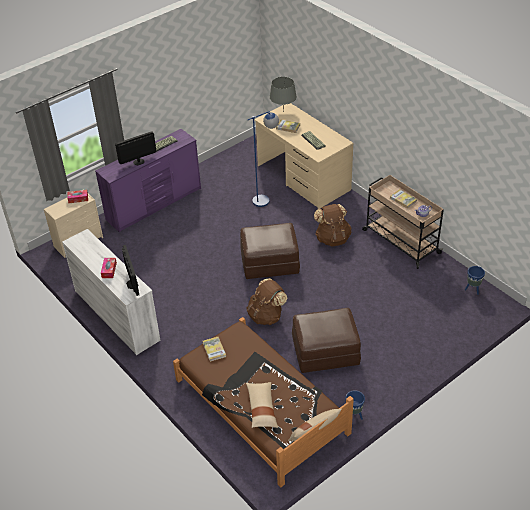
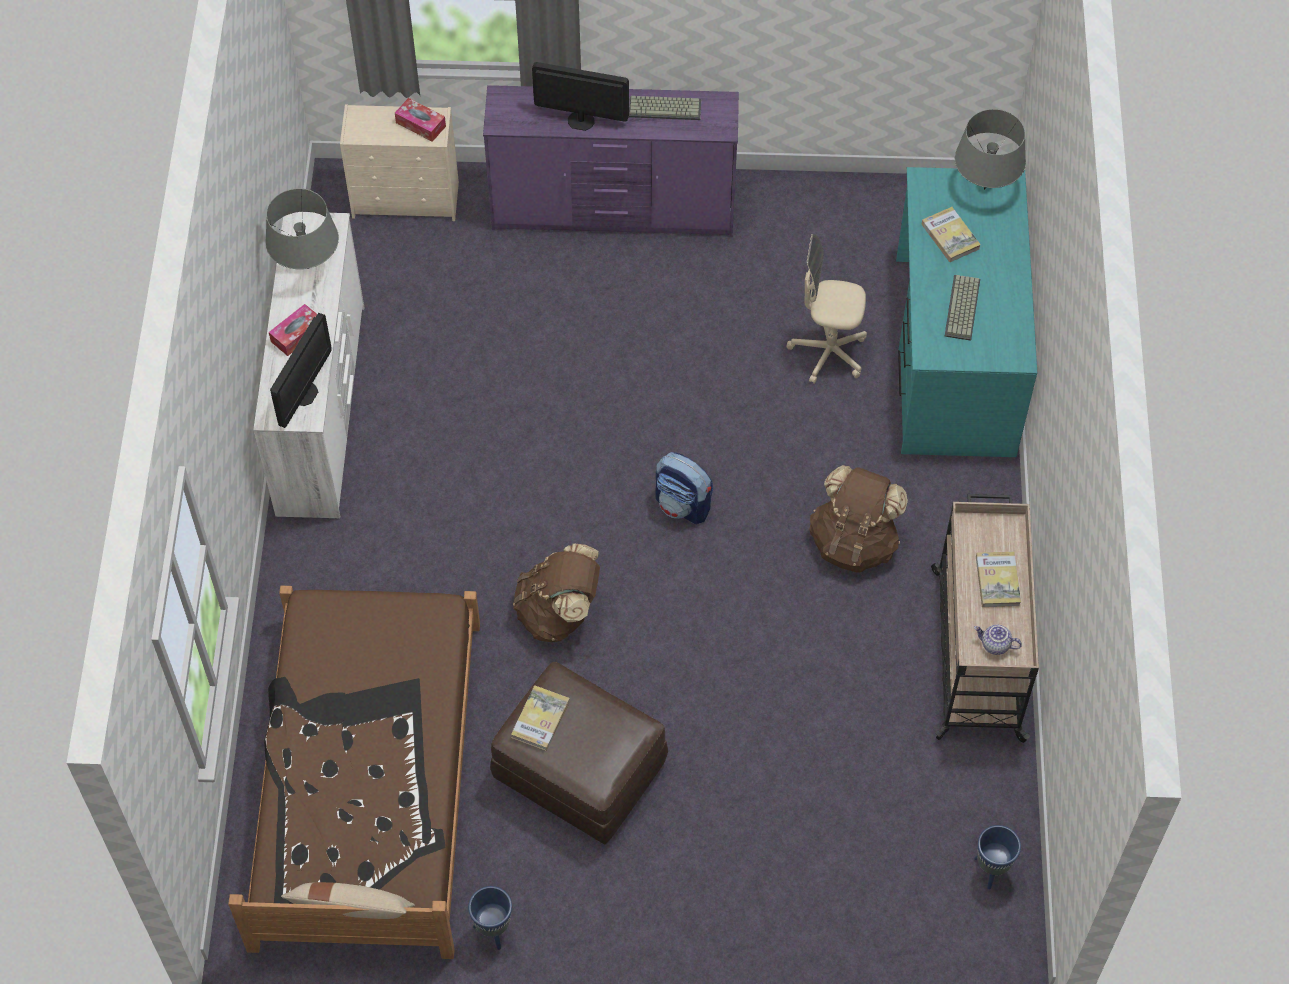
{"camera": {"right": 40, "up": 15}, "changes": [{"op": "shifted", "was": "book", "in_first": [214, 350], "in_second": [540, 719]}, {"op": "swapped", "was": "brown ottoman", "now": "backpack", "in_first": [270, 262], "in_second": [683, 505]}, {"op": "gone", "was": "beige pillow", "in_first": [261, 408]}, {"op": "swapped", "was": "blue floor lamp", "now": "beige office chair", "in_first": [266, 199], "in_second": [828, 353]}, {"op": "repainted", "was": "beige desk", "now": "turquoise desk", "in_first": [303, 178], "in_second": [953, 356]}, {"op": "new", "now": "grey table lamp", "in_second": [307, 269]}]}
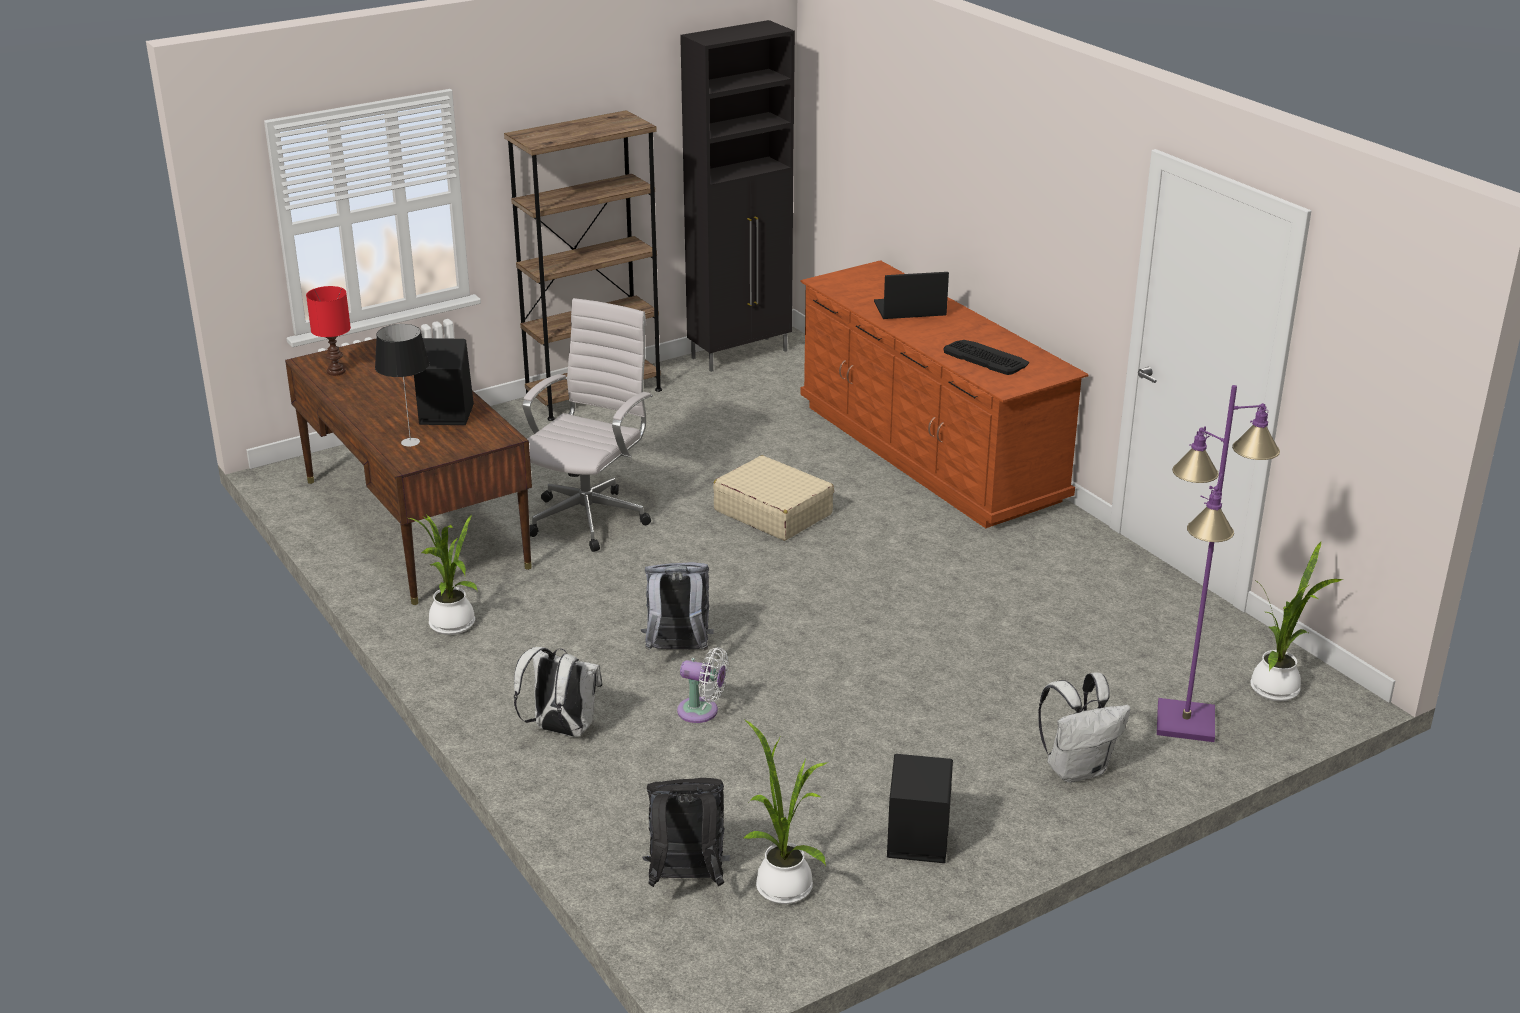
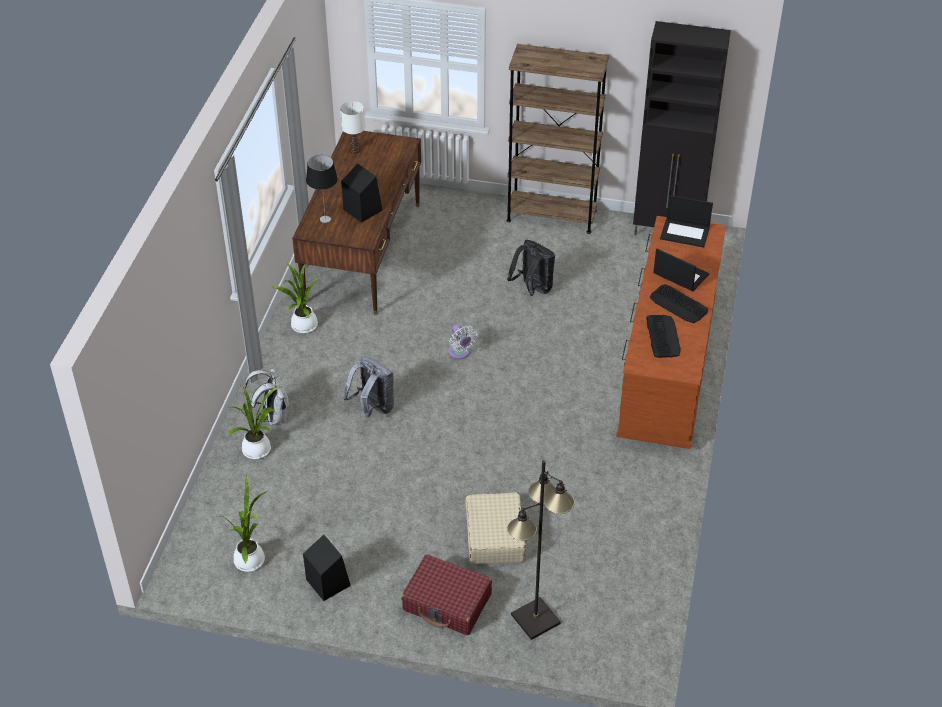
{"camera": {"right": 45, "up": 15}, "changes": [{"op": "repainted", "was": "red table lamp", "now": "white table lamp", "in_first": [336, 372], "in_second": [354, 150]}, {"op": "gone", "was": "white office chair", "in_first": [591, 517]}, {"op": "shifted", "was": "black backpack", "in_first": [686, 880], "in_second": [533, 289]}, {"op": "shifted", "was": "white fan", "in_first": [702, 711], "in_second": [460, 353]}, {"op": "shifted", "was": "beige suitcase", "in_first": [773, 512], "in_second": [495, 536]}, {"op": "swapped", "was": "white backpack", "now": "red suitcase", "in_first": [1077, 769], "in_second": [447, 602]}, {"op": "repainted", "was": "purple floor lamp", "now": "black floor lamp", "in_first": [1186, 722], "in_second": [535, 620]}, {"op": "shifted", "was": "potted plant", "in_first": [1277, 687], "in_second": [259, 450]}, {"op": "new", "now": "keyboard", "in_second": [678, 304]}, {"op": "new", "now": "laptop", "in_second": [685, 233]}]}
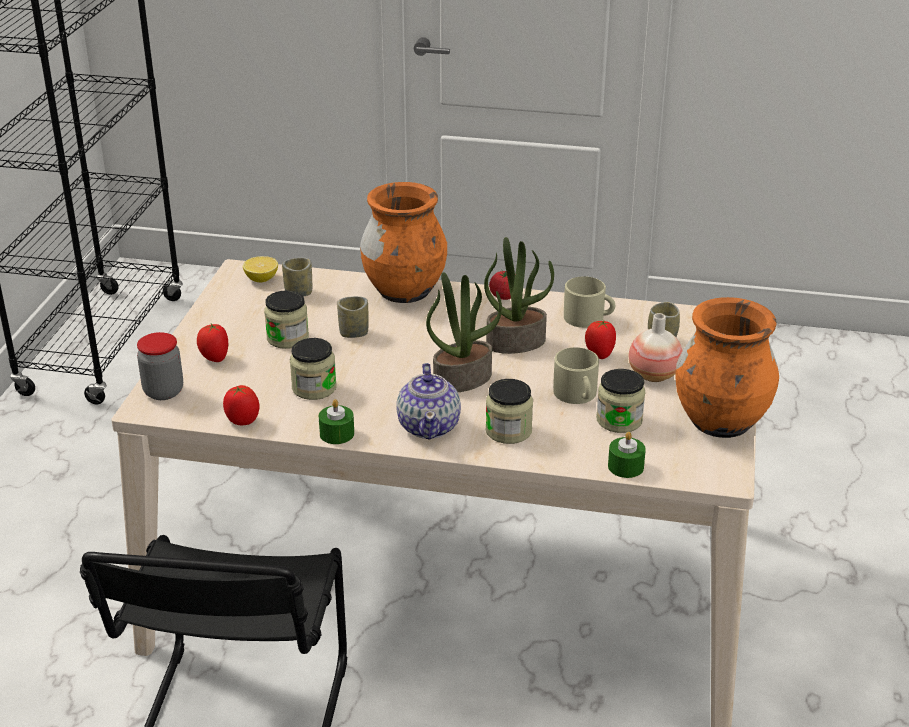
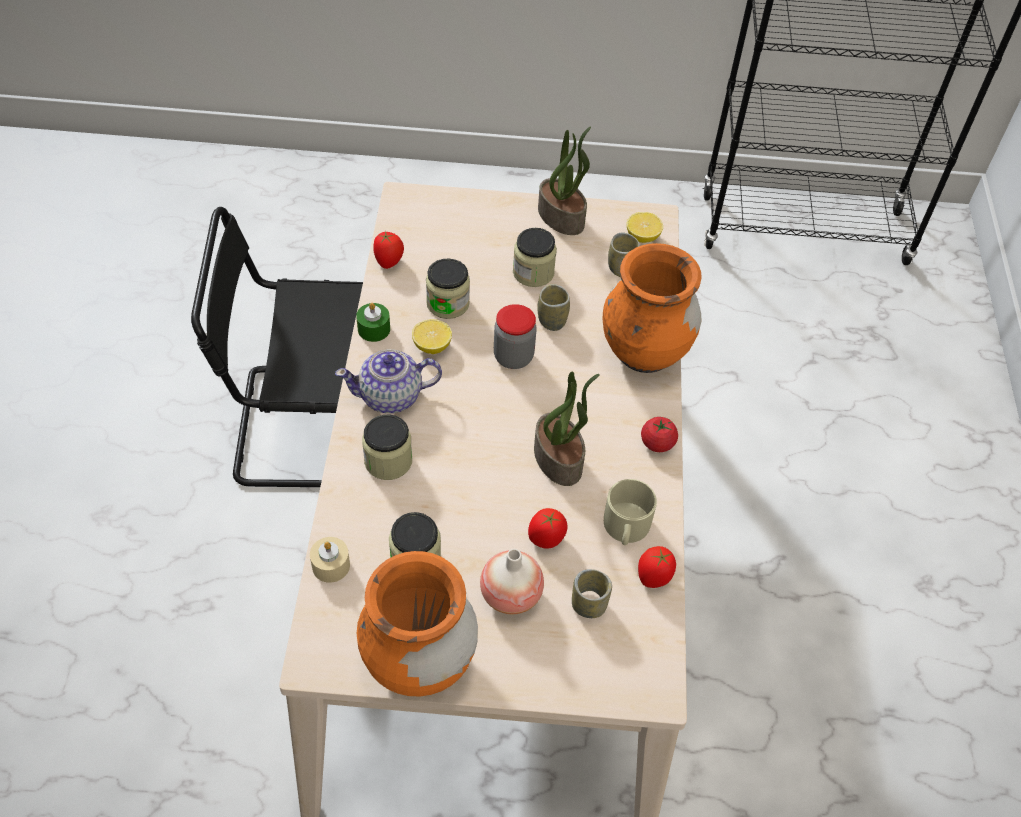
{"camera": {"right": 80, "up": 20}, "changes": [{"op": "shifted", "was": "jar", "in_first": [163, 391], "in_second": [513, 357]}, {"op": "shifted", "was": "tomato", "in_first": [214, 358], "in_second": [654, 577]}, {"op": "shifted", "was": "potted plant", "in_first": [462, 379], "in_second": [562, 217]}, {"op": "gone", "was": "beige mug", "in_first": [577, 395]}, {"op": "repainted", "was": "green candle", "now": "beige candle", "in_first": [625, 466], "in_second": [331, 565]}, {"op": "new", "now": "lemon", "in_second": [432, 346]}]}
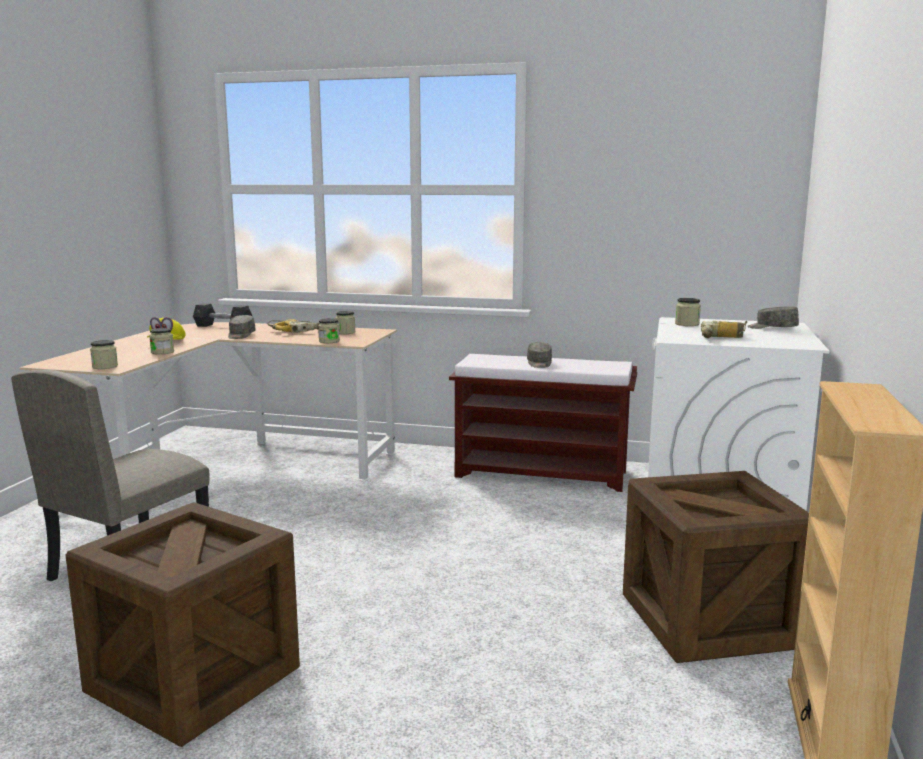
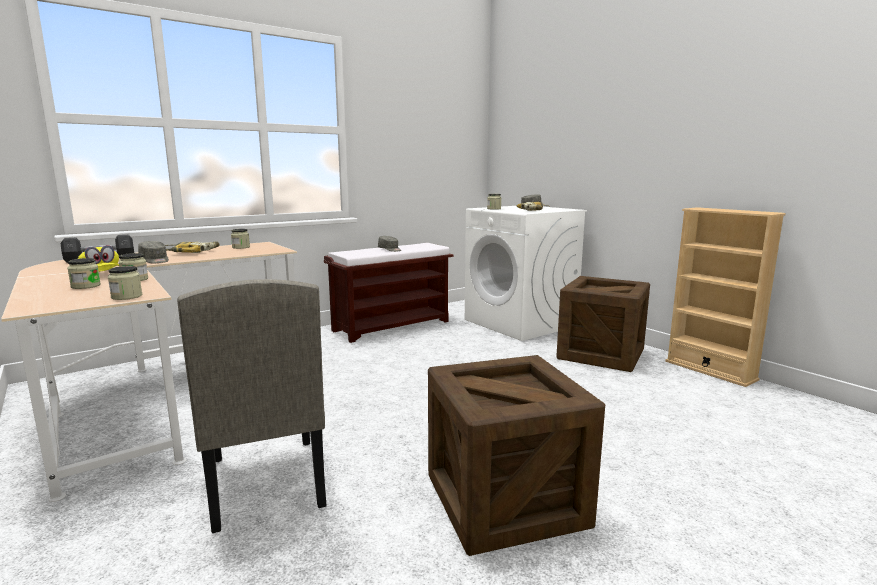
{"camera": {"right": -50, "up": 0}, "changes": [{"op": "shifted", "was": "jar", "in_first": [329, 341], "in_second": [86, 286]}]}
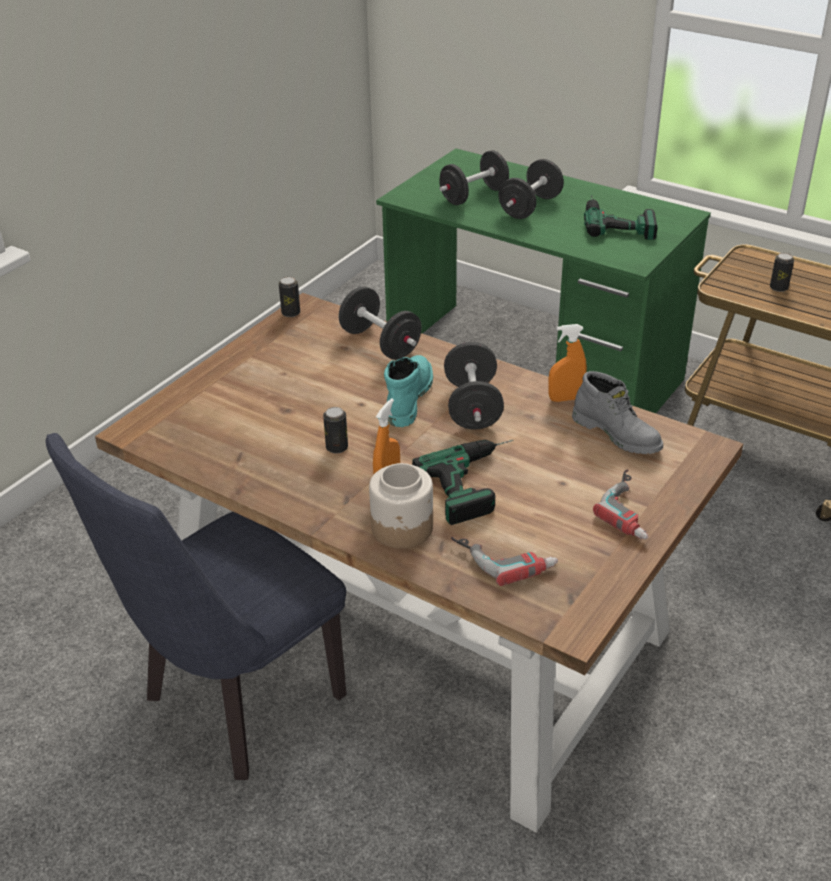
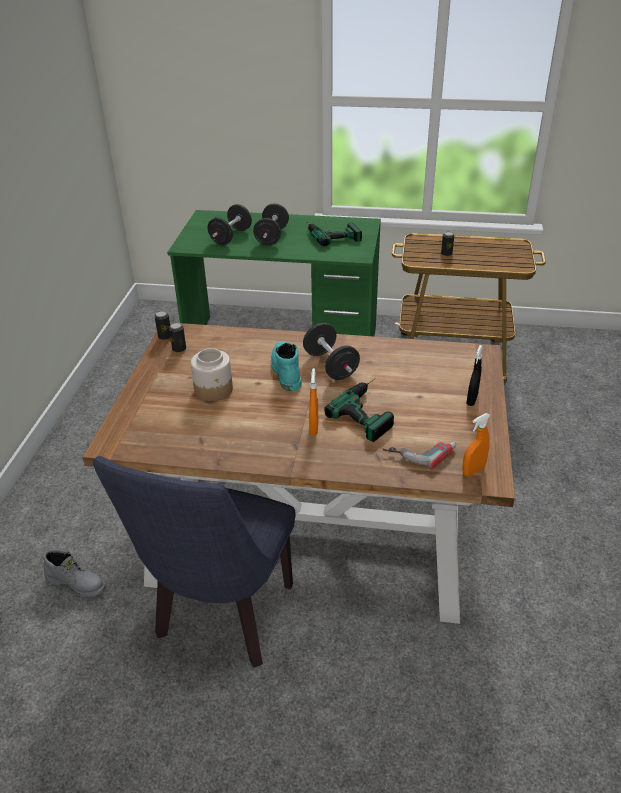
{"camera": {"right": -25, "up": 0}, "changes": [{"op": "shifted", "was": "can", "in_first": [337, 447], "in_second": [179, 349]}, {"op": "gone", "was": "black dumbbell", "in_first": [380, 343]}, {"op": "shifted", "was": "jar", "in_first": [402, 528], "in_second": [214, 390]}, {"op": "shifted", "was": "orange spray bottle", "in_first": [565, 398], "in_second": [473, 470]}, {"op": "shifted", "was": "grey boot", "in_first": [617, 434], "in_second": [77, 583]}, {"op": "swapped", "was": "power drill", "now": "black spray bottle", "in_first": [634, 510], "in_second": [472, 400]}]}
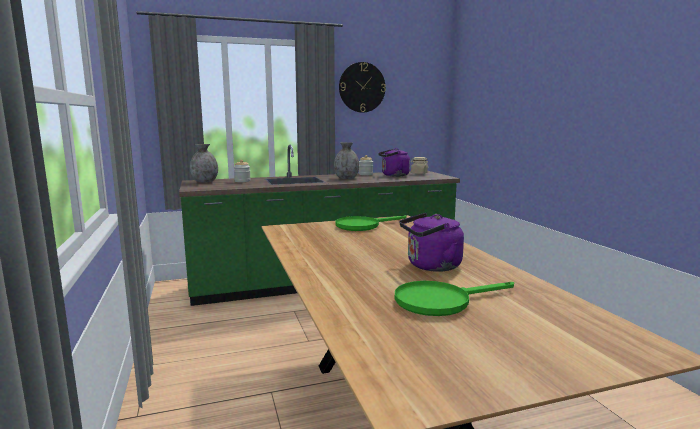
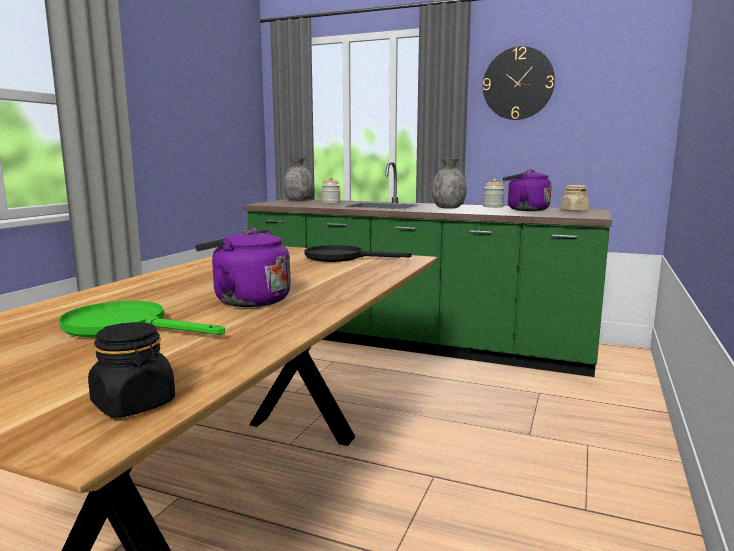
{"camera": {"right": 40, "up": 0}, "changes": [{"op": "repainted", "was": "green frying pan", "now": "black frying pan", "in_first": [363, 225], "in_second": [342, 257]}, {"op": "new", "now": "black jar", "in_second": [134, 404]}]}
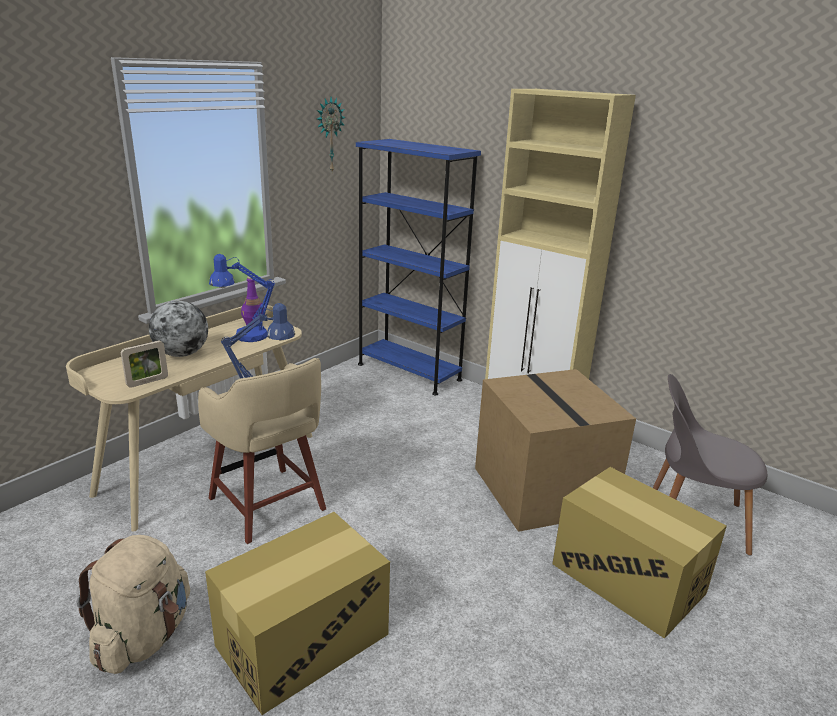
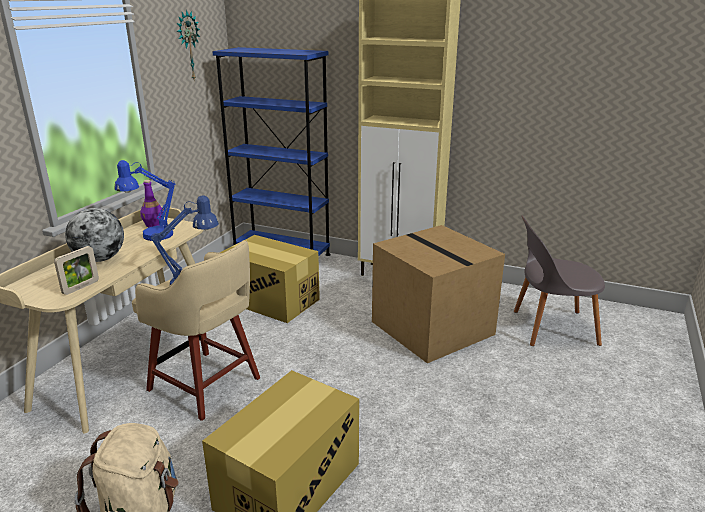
{"camera": {"right": -15, "up": 0}, "changes": [{"op": "shifted", "was": "cardboard box", "in_first": [627, 578], "in_second": [271, 300]}]}
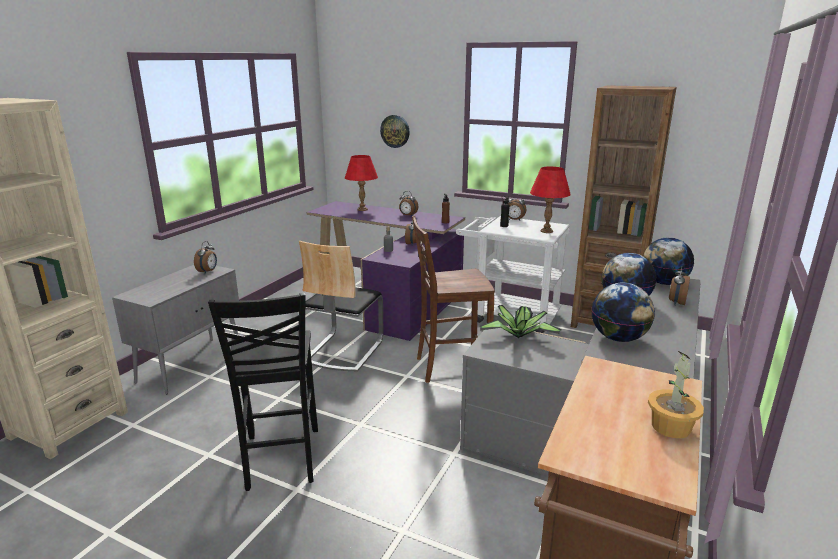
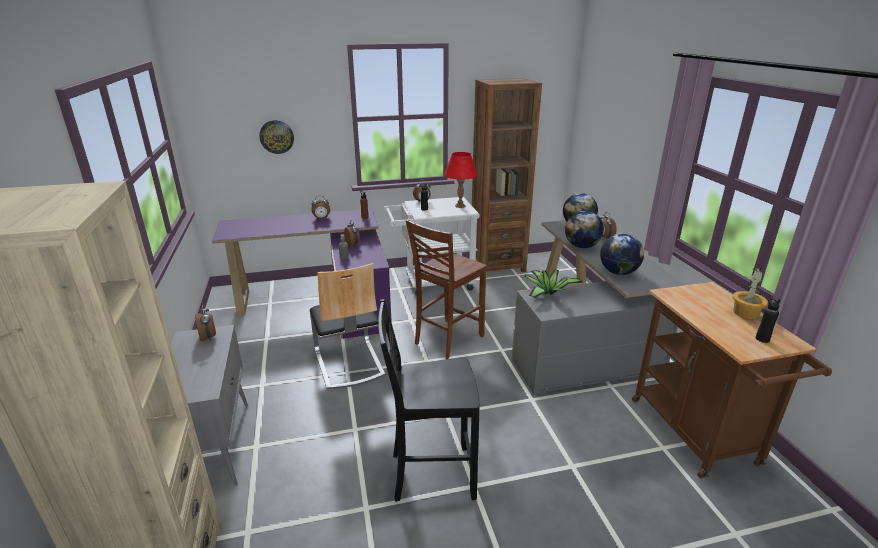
{"camera": {"right": -40, "up": 5}, "changes": [{"op": "rotated", "was": "black chair", "in_first": [280, 460], "in_second": [430, 474], "clockwise": 135}, {"op": "gone", "was": "red table lamp", "in_first": [362, 209]}, {"op": "new", "now": "black bottle", "in_second": [762, 339]}]}
